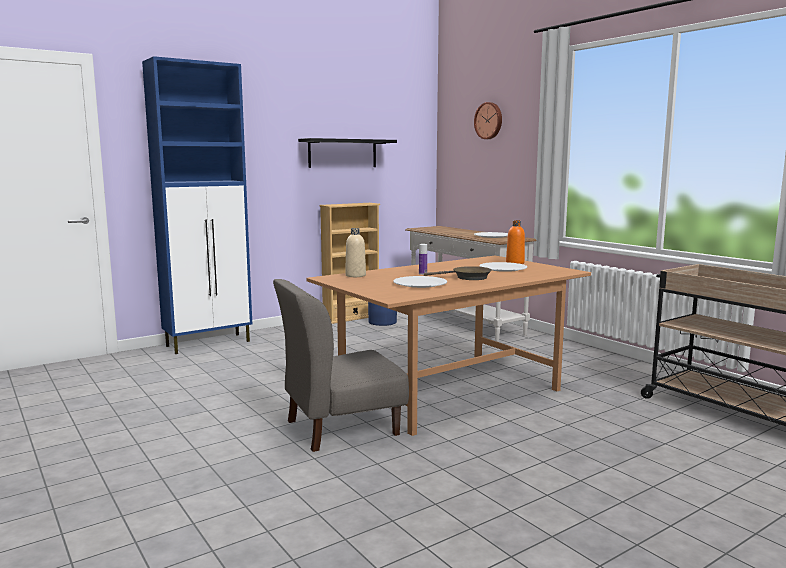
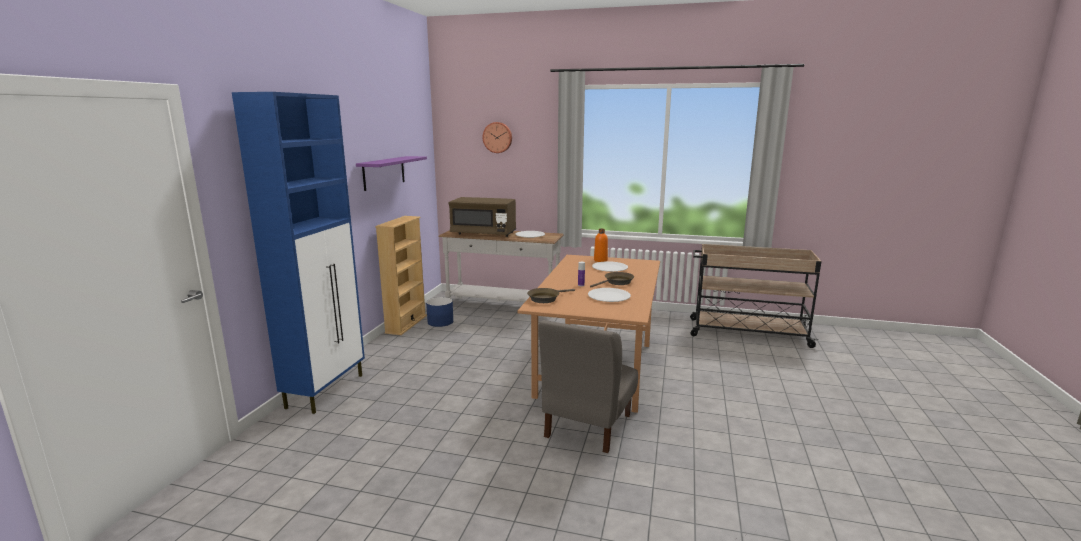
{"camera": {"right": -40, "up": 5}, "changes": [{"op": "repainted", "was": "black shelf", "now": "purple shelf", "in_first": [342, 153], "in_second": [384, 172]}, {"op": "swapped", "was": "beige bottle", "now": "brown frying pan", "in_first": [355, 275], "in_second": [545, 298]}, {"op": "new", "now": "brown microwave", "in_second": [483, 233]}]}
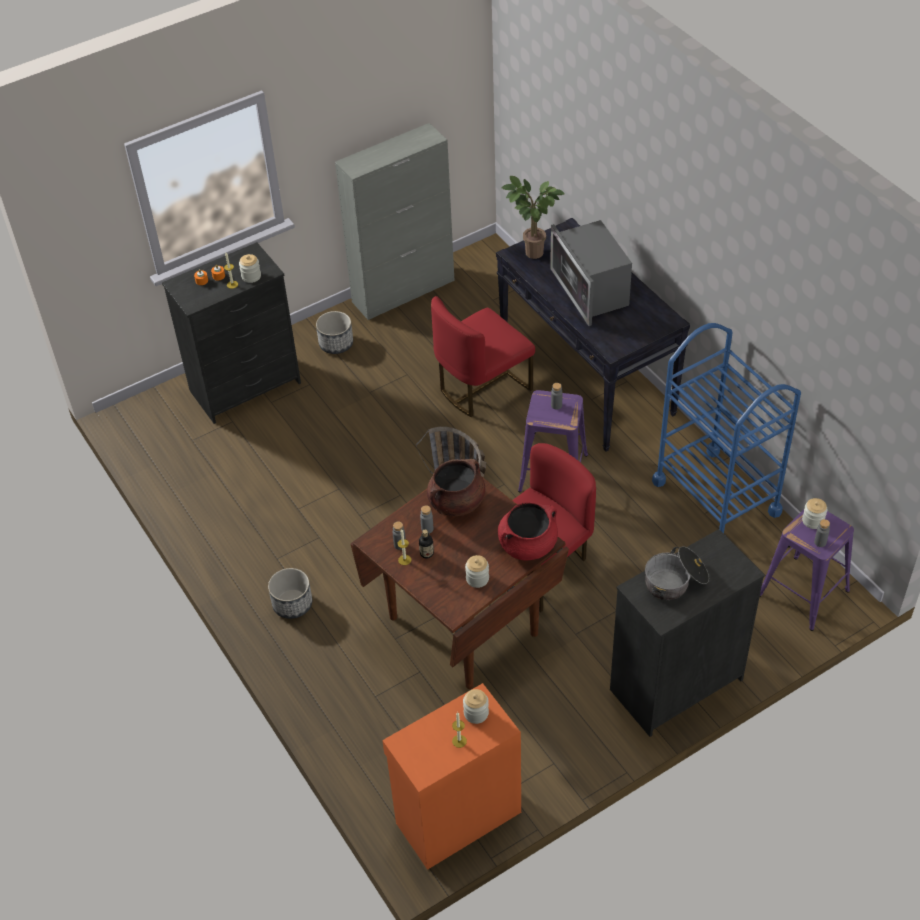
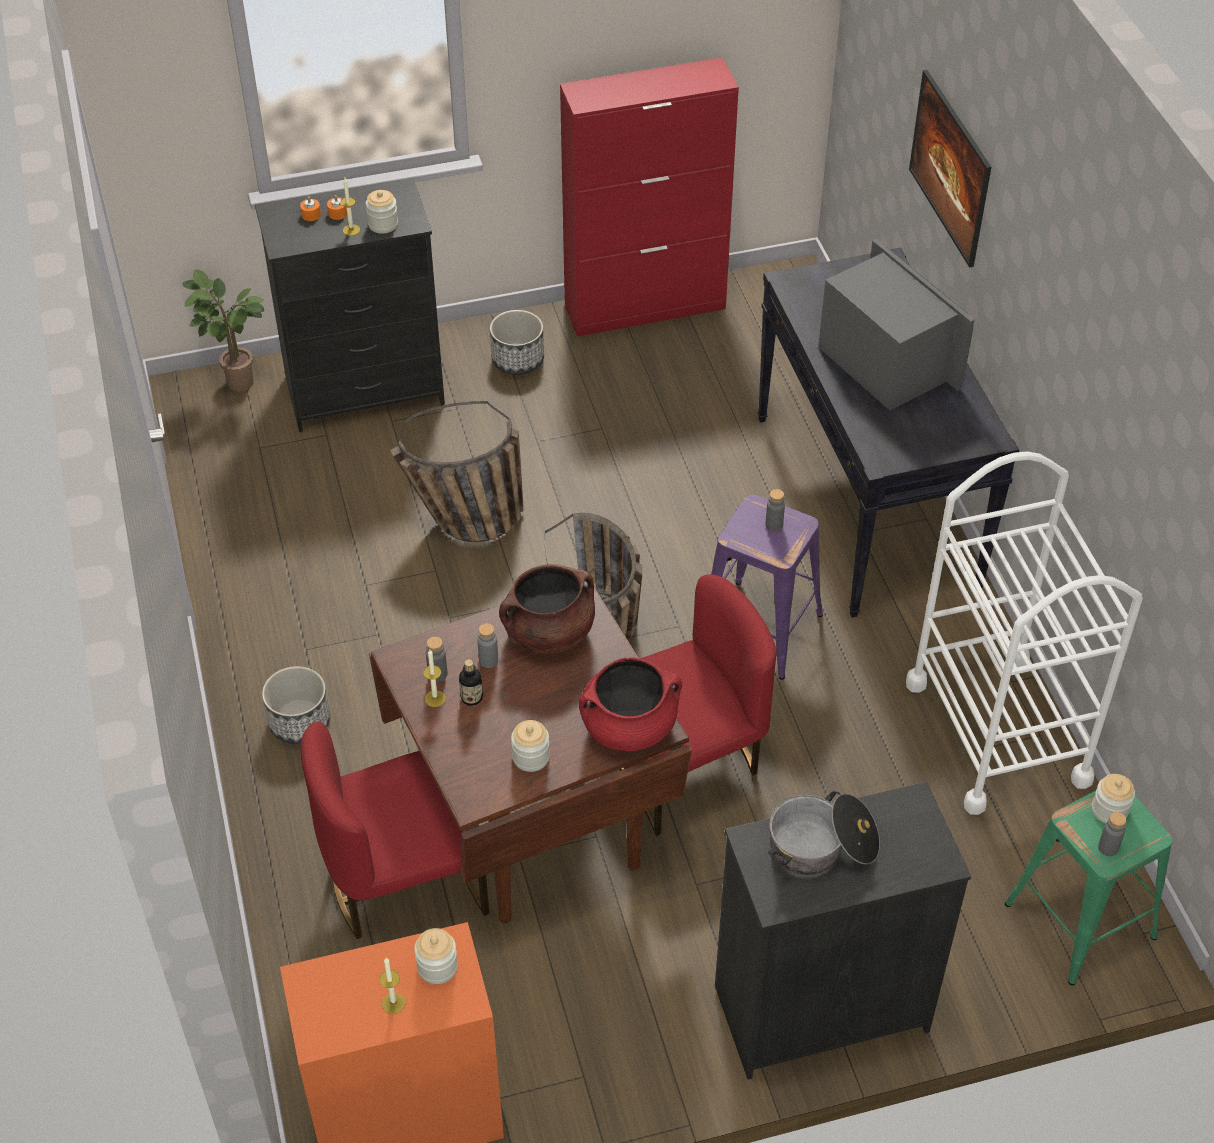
{"camera": {"right": 15, "up": 0}, "changes": [{"op": "repainted", "was": "grey cabinet", "now": "red cabinet", "in_first": [404, 291], "in_second": [646, 307]}, {"op": "shifted", "was": "red chair", "in_first": [482, 387], "in_second": [405, 882]}, {"op": "shifted", "was": "potted plant", "in_first": [531, 254], "in_second": [235, 384]}, {"op": "rotated", "was": "microwave", "in_first": [591, 290], "in_second": [884, 362], "clockwise": 150}, {"op": "repainted", "was": "blue cart", "now": "white cart", "in_first": [716, 497], "in_second": [997, 732]}, {"op": "repainted", "was": "purple stool", "now": "green stool", "in_first": [804, 593], "in_second": [1081, 921]}, {"op": "new", "now": "basket", "in_second": [463, 526]}, {"op": "new", "now": "picture", "in_second": [946, 192]}]}
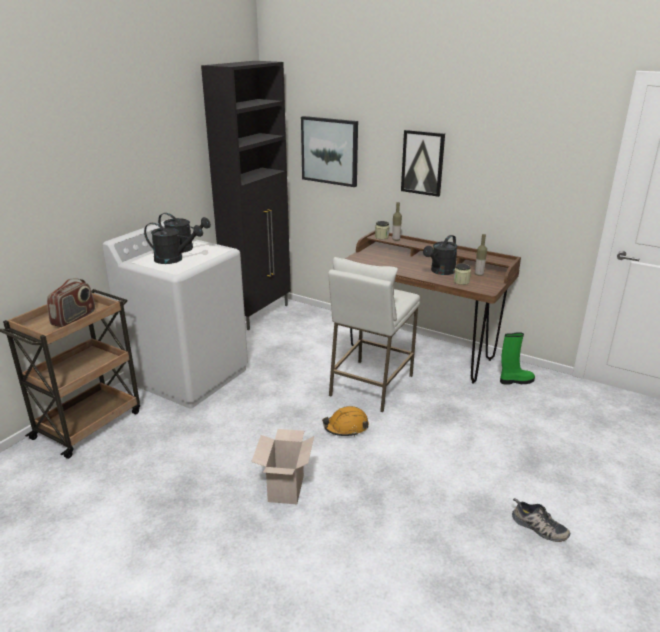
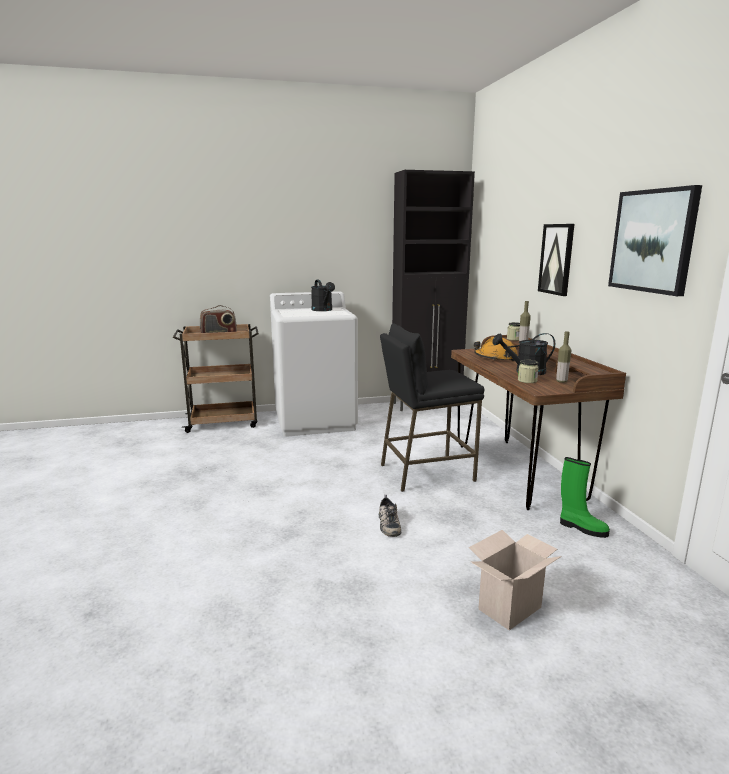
{"camera": {"right": 45, "up": -10}, "changes": [{"op": "gone", "was": "black watering can", "in_first": [174, 259]}, {"op": "shifted", "was": "cardboard box", "in_first": [285, 487], "in_second": [509, 606]}, {"op": "shifted", "was": "picture", "in_first": [330, 151], "in_second": [653, 241]}, {"op": "shifted", "was": "orange hard hat", "in_first": [346, 427], "in_second": [495, 358]}, {"op": "repainted", "was": "white stool", "now": "black stool", "in_first": [370, 385], "in_second": [426, 473]}, {"op": "shifted", "was": "shoe", "in_first": [538, 527], "in_second": [388, 524]}]}
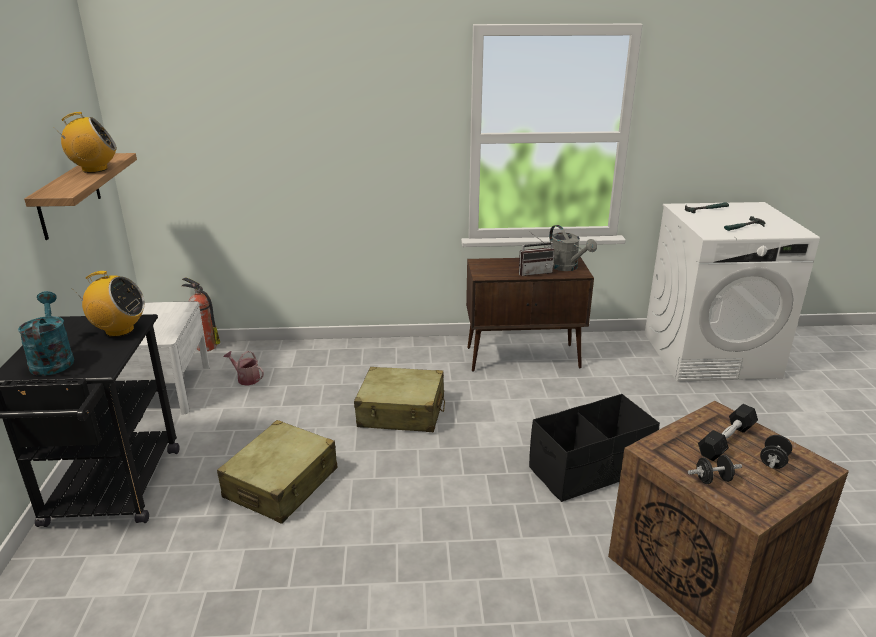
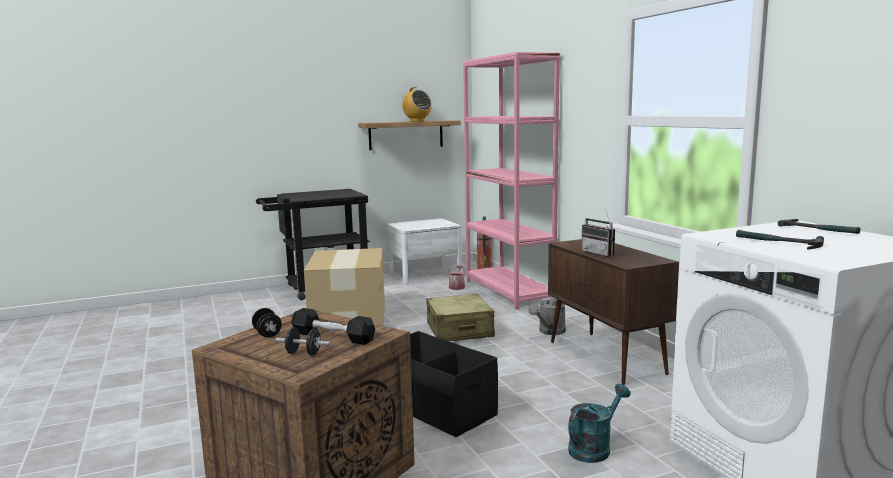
{"camera": {"right": 70, "up": -15}, "changes": [{"op": "shifted", "was": "turquoise watering can", "in_first": [52, 360], "in_second": [594, 448]}, {"op": "gone", "was": "radio", "in_first": [119, 330]}, {"op": "swapped", "was": "beige suitcase", "now": "cardboard box", "in_first": [282, 484], "in_second": [349, 317]}, {"op": "shifted", "was": "grey watering can", "in_first": [567, 267], "in_second": [549, 332]}, {"op": "new", "now": "pink bookcase", "in_second": [508, 291]}]}
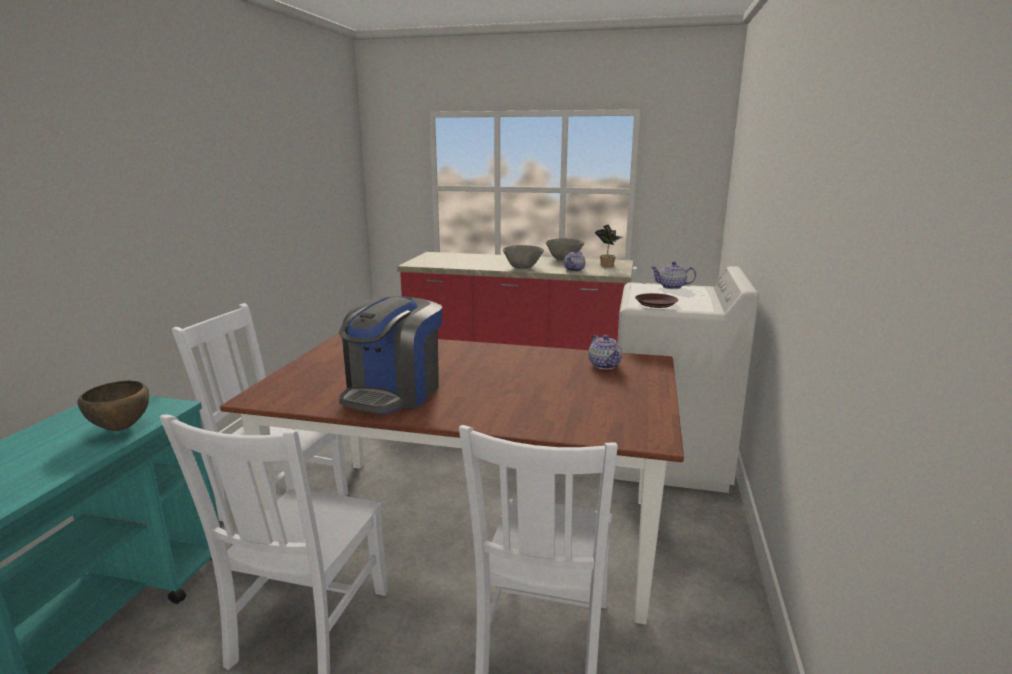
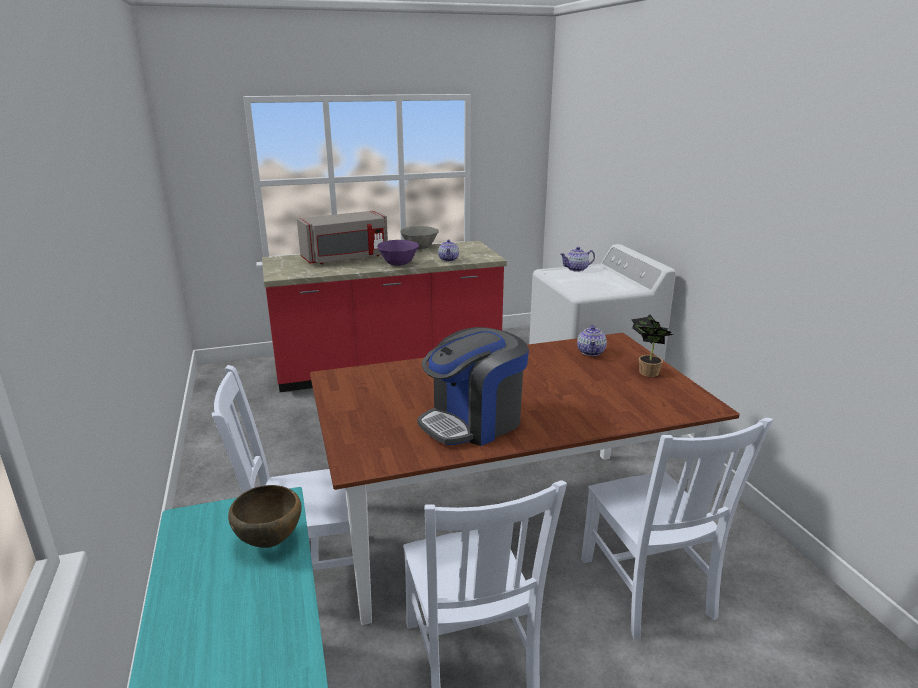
{"camera": {"right": -30, "up": 5}, "changes": [{"op": "rotated", "was": "coffee machine", "in_first": [393, 392], "in_second": [473, 422], "clockwise": 60}, {"op": "repainted", "was": "grey bowl", "now": "purple bowl", "in_first": [523, 268], "in_second": [399, 264]}, {"op": "rotated", "was": "teapot", "in_first": [604, 365], "in_second": [591, 352], "clockwise": 60}, {"op": "shifted", "was": "potted plant", "in_first": [606, 265], "in_second": [646, 371]}, {"op": "gone", "was": "brown plate", "in_first": [656, 304]}, {"op": "new", "now": "grey microwave", "in_second": [346, 258]}]}
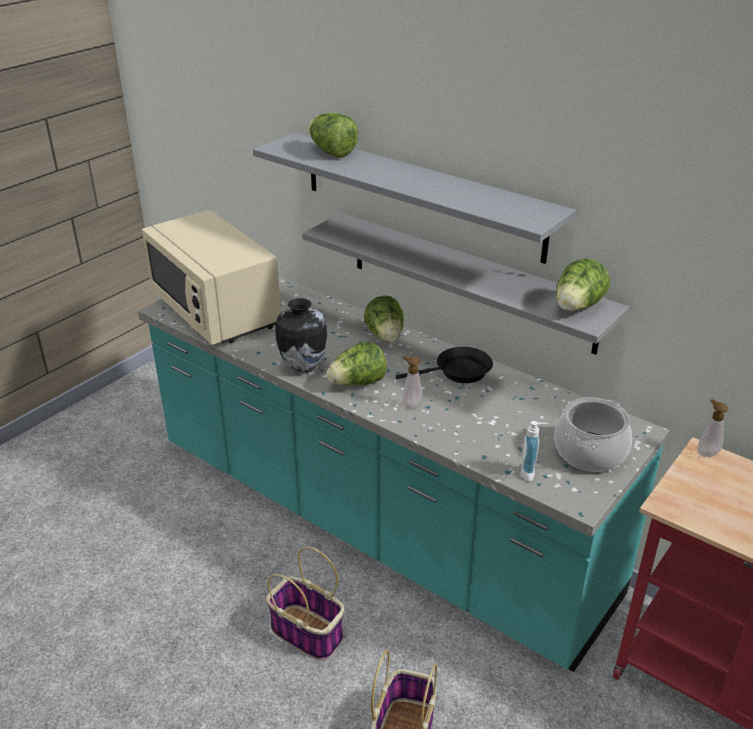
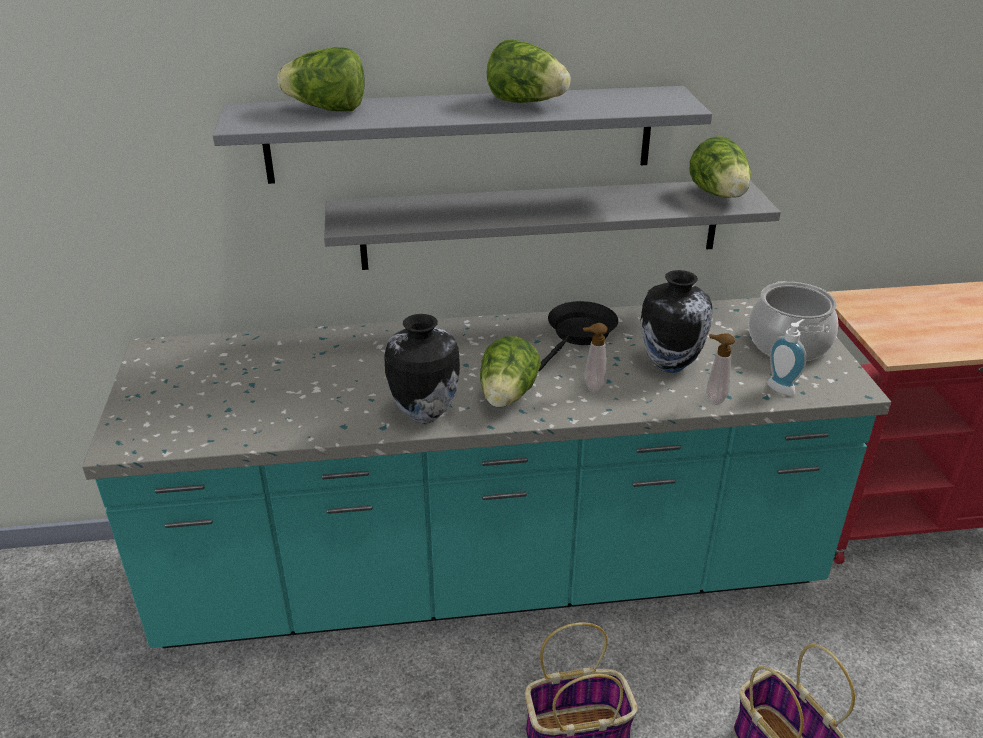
{"camera": {"right": -45, "up": 0}, "changes": [{"op": "gone", "was": "beige microwave", "in_first": [217, 311]}, {"op": "shifted", "was": "lettuce", "in_first": [386, 336], "in_second": [526, 103]}, {"op": "shifted", "was": "soap dispenser", "in_first": [706, 452], "in_second": [713, 399]}, {"op": "new", "now": "vase", "in_second": [670, 364]}]}
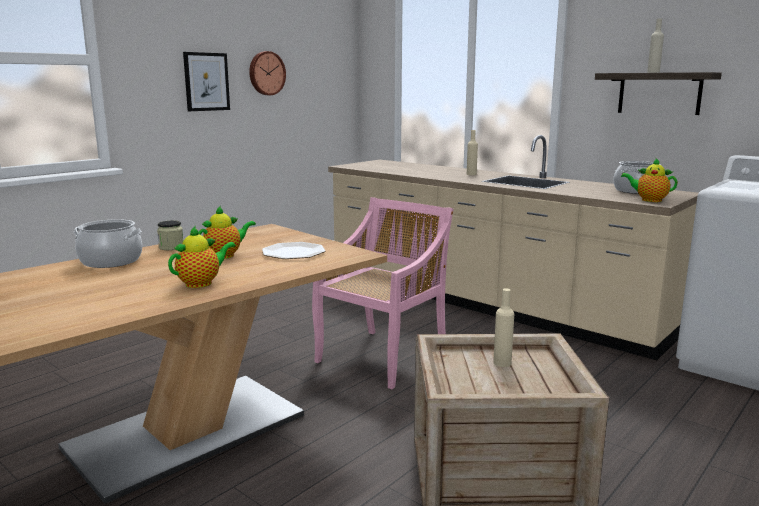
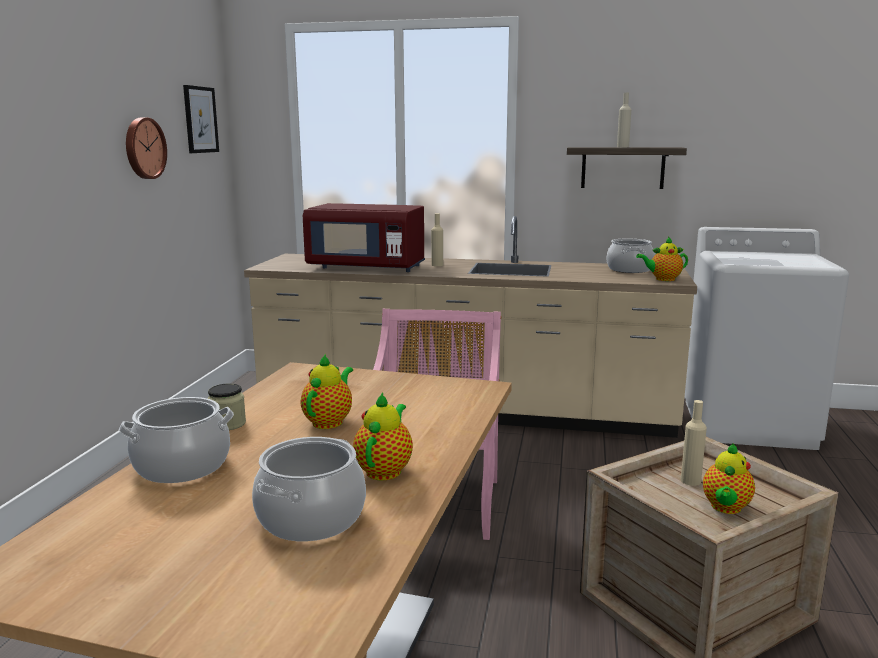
{"camera": {"right": -30, "up": 0}, "changes": [{"op": "shifted", "was": "picture", "in_first": [206, 82], "in_second": [200, 119]}, {"op": "gone", "was": "plate", "in_first": [293, 252]}, {"op": "new", "now": "cooking pot", "in_second": [310, 518]}, {"op": "new", "now": "red microwave", "in_second": [367, 267]}, {"op": "new", "now": "teapot", "in_second": [725, 508]}]}
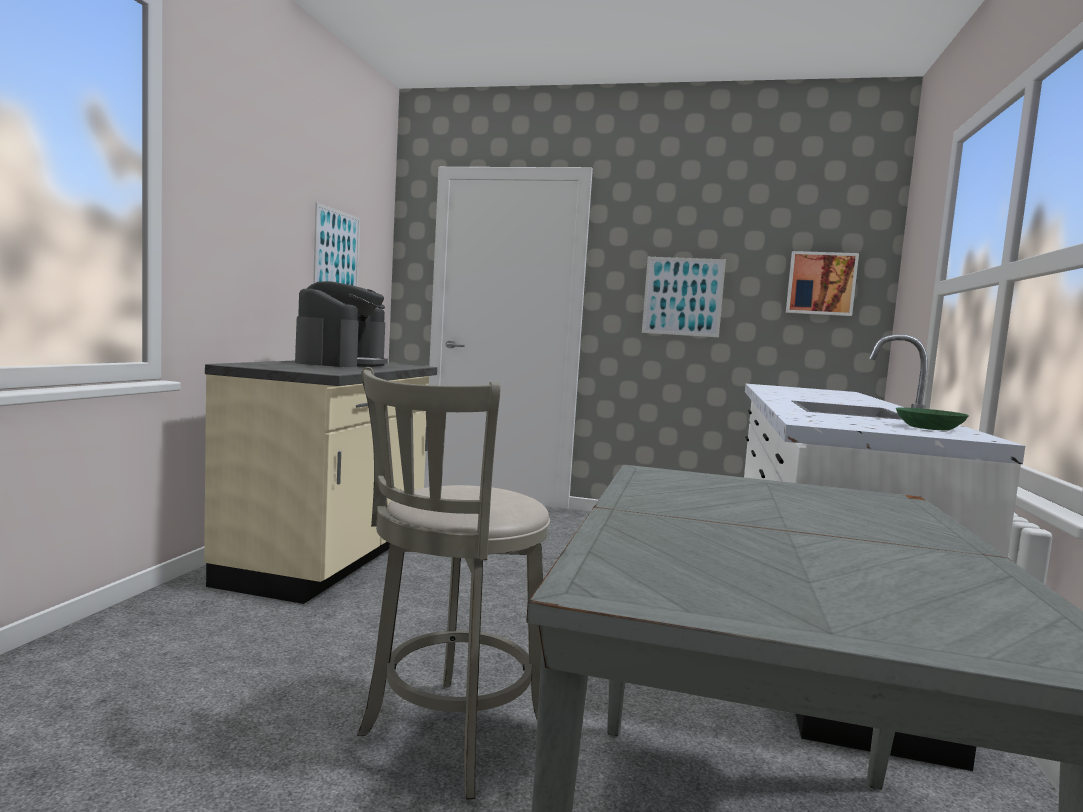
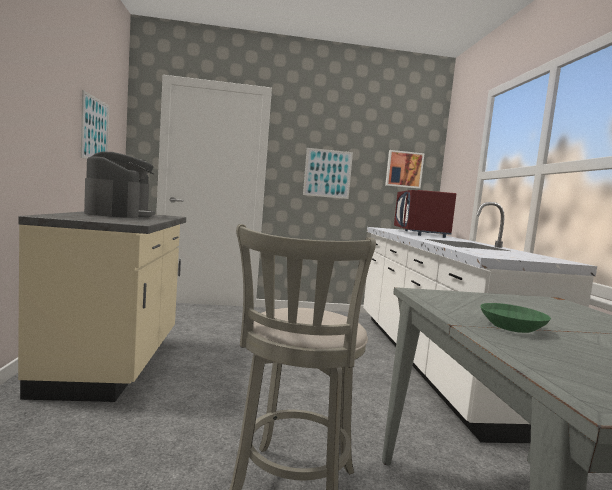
{"camera": {"right": -20, "up": 0}, "changes": [{"op": "shifted", "was": "green bowl", "in_first": [929, 428], "in_second": [511, 326]}, {"op": "new", "now": "red microwave", "in_second": [420, 233]}]}
